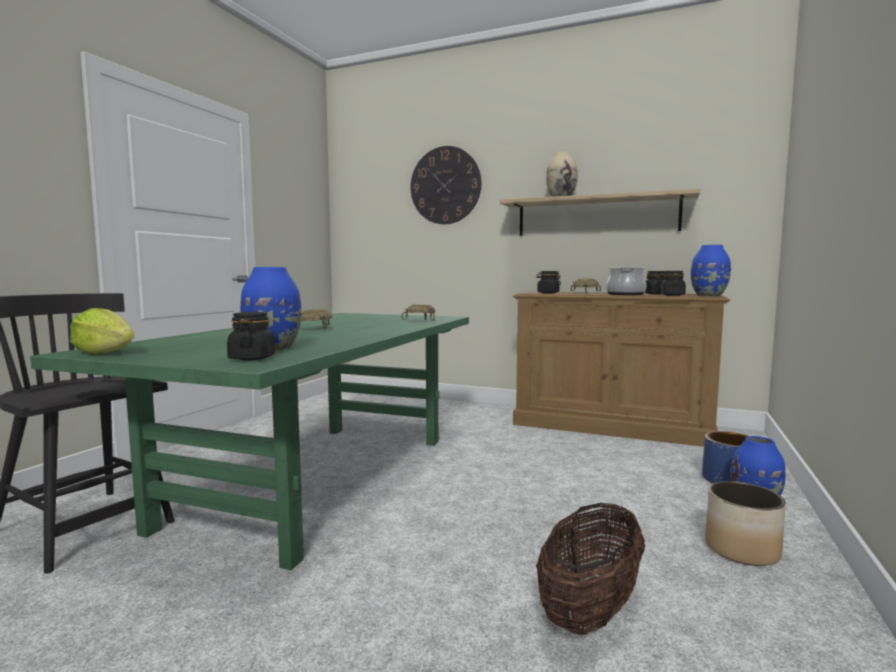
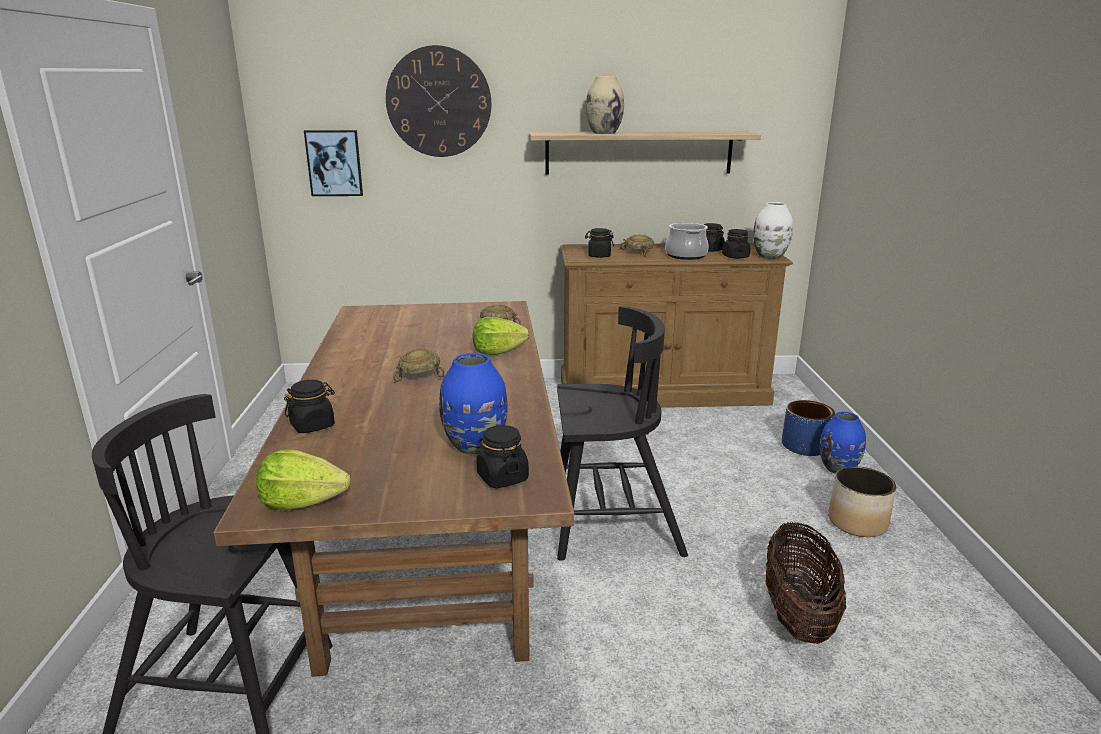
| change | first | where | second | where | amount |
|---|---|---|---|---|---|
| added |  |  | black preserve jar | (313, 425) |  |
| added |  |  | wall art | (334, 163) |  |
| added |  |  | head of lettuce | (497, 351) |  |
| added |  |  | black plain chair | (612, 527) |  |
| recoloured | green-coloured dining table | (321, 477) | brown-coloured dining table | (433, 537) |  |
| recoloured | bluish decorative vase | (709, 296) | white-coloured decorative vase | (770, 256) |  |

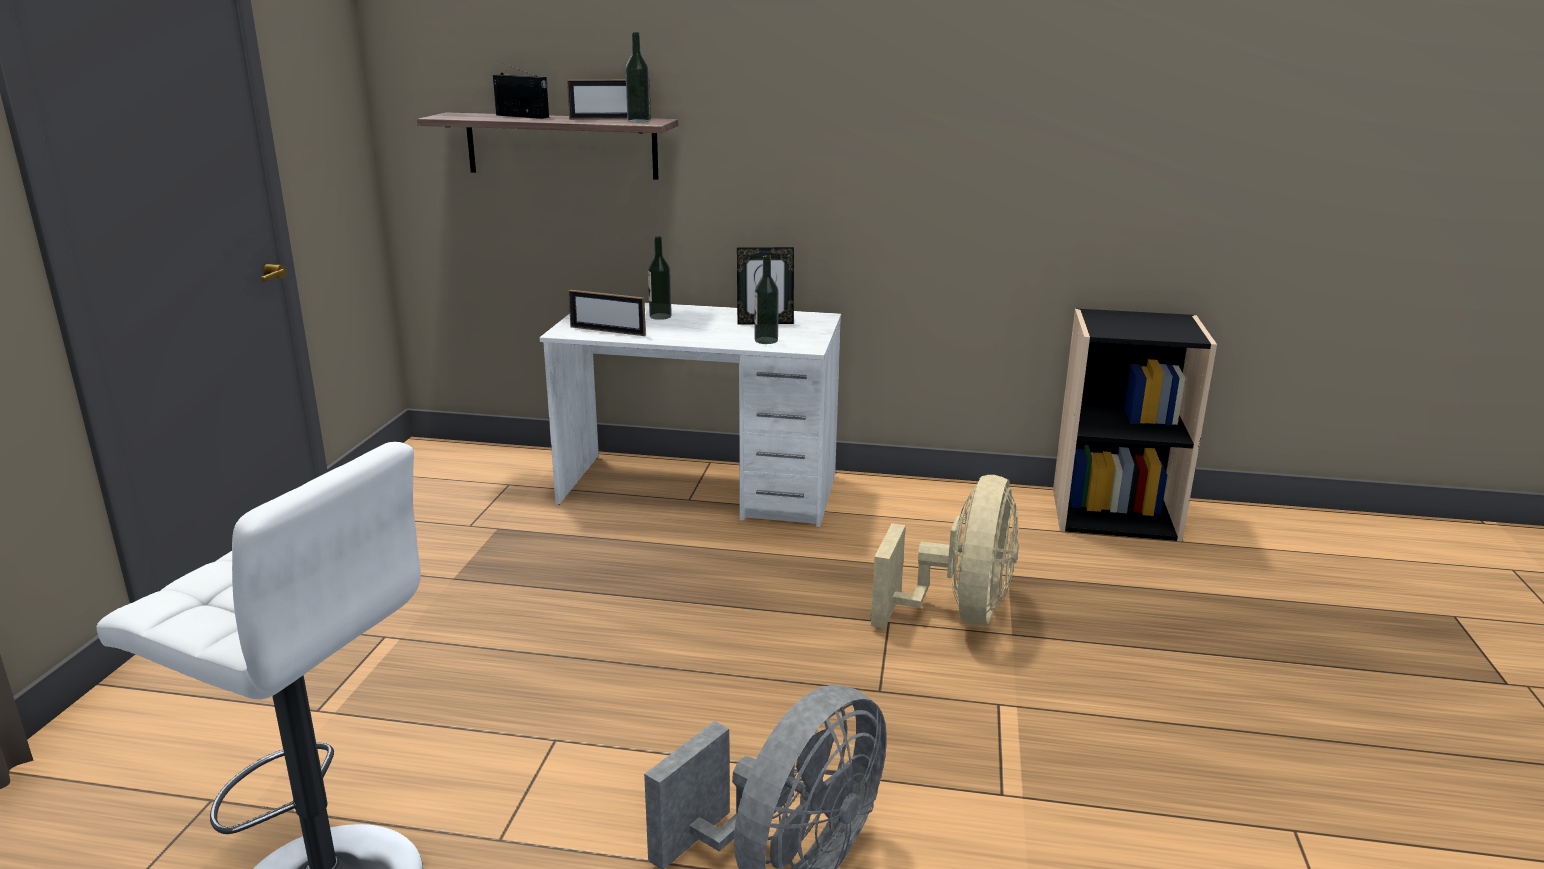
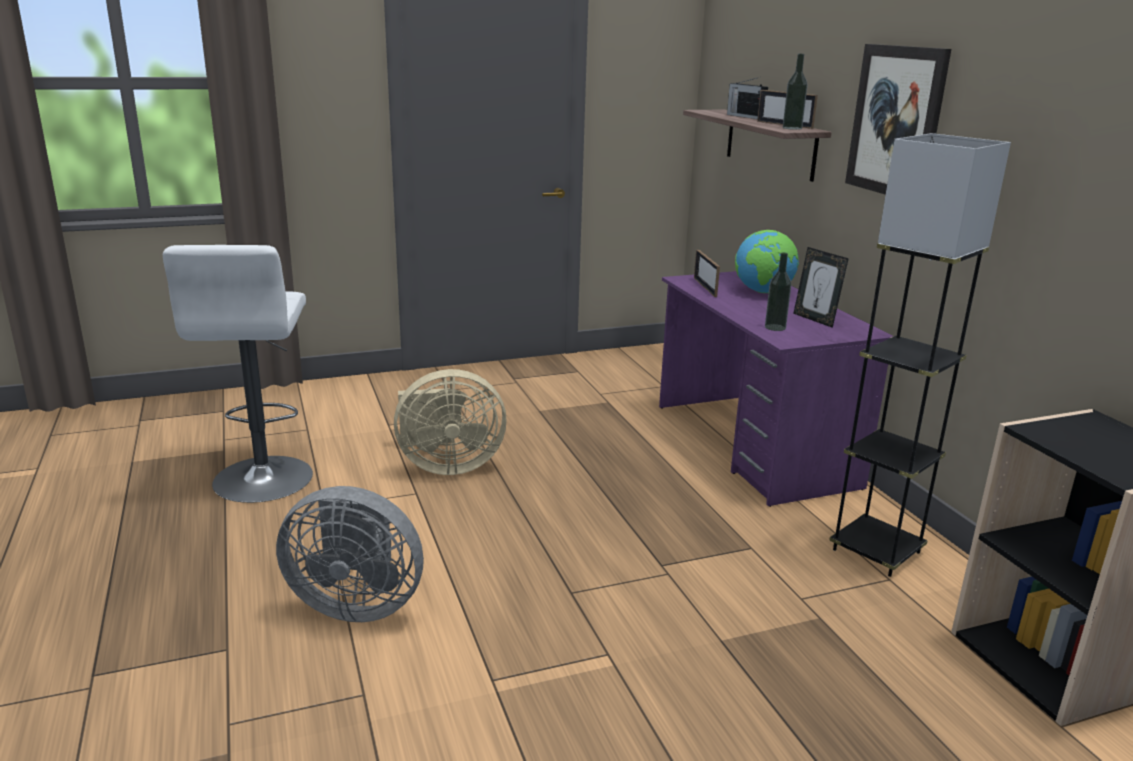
| change | first | where | second | where | amount |
|---|---|---|---|---|---|
| added |  |  | gray standing lamp | (876, 551) |  |
| added |  |  | wall art | (896, 121) |  |
| moved | beige cooling fan | (958, 613) |  | (446, 465) |  |
| replaced | bottle | (660, 316) | globe | (763, 292) |  |
| recoloured | white-coloured desk unit | (700, 490) | purplish desk unit | (753, 445) |  |
| turned | radio set | (523, 116) |  | (745, 116) | 150 degrees clockwise |

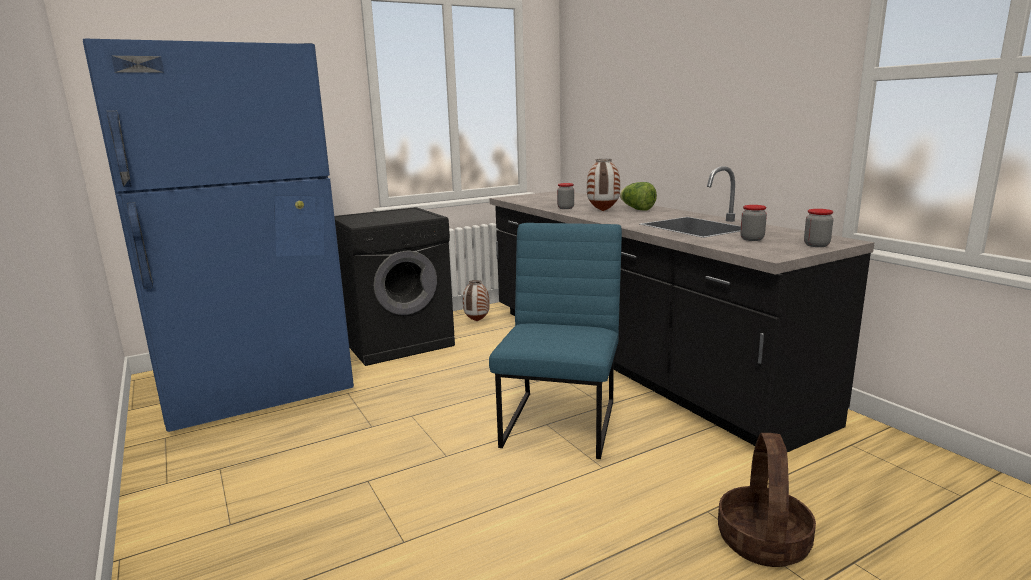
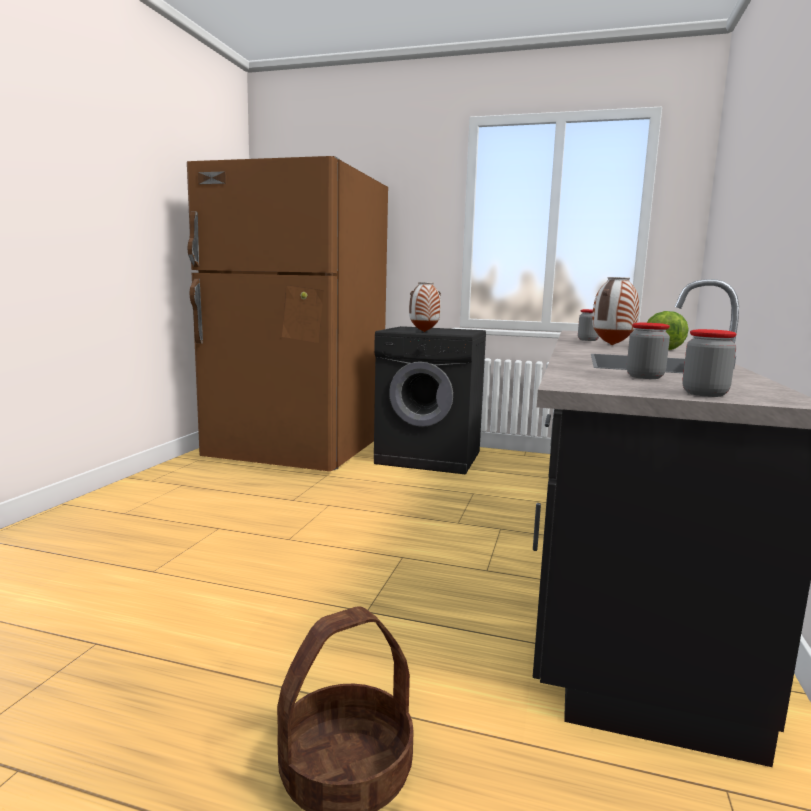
| change | first | where | second | where | amount |
|---|---|---|---|---|---|
| removed | bluish plain chair | (561, 421) |  |  |  |
| moved | decorative vase | (477, 321) |  | (423, 332) |  |
| recoloured | bluish kitchen fridge | (256, 380) | brown-coloured kitchen fridge | (299, 449) |  |

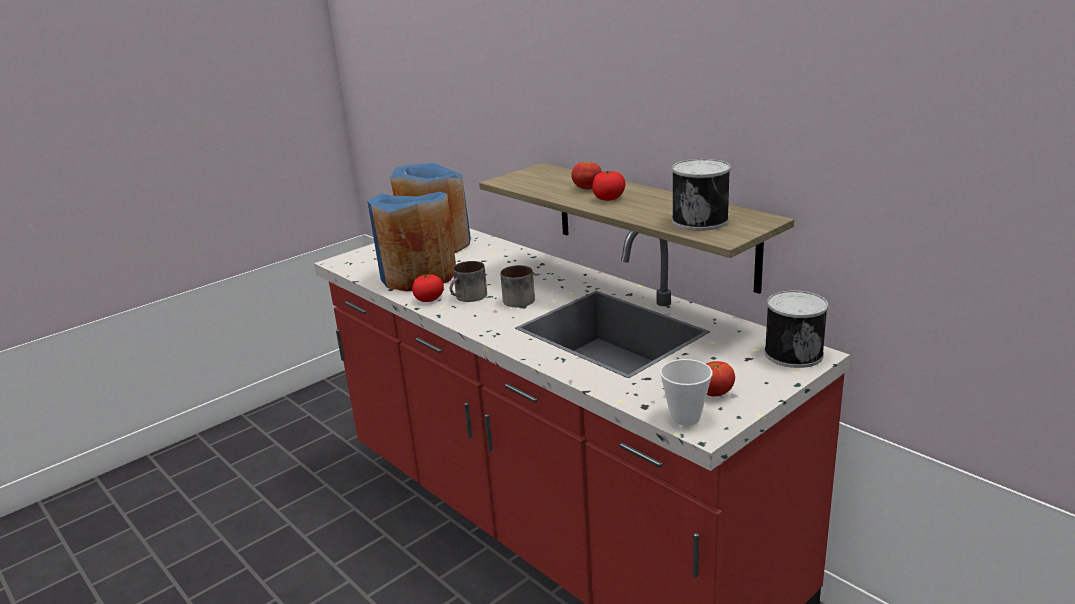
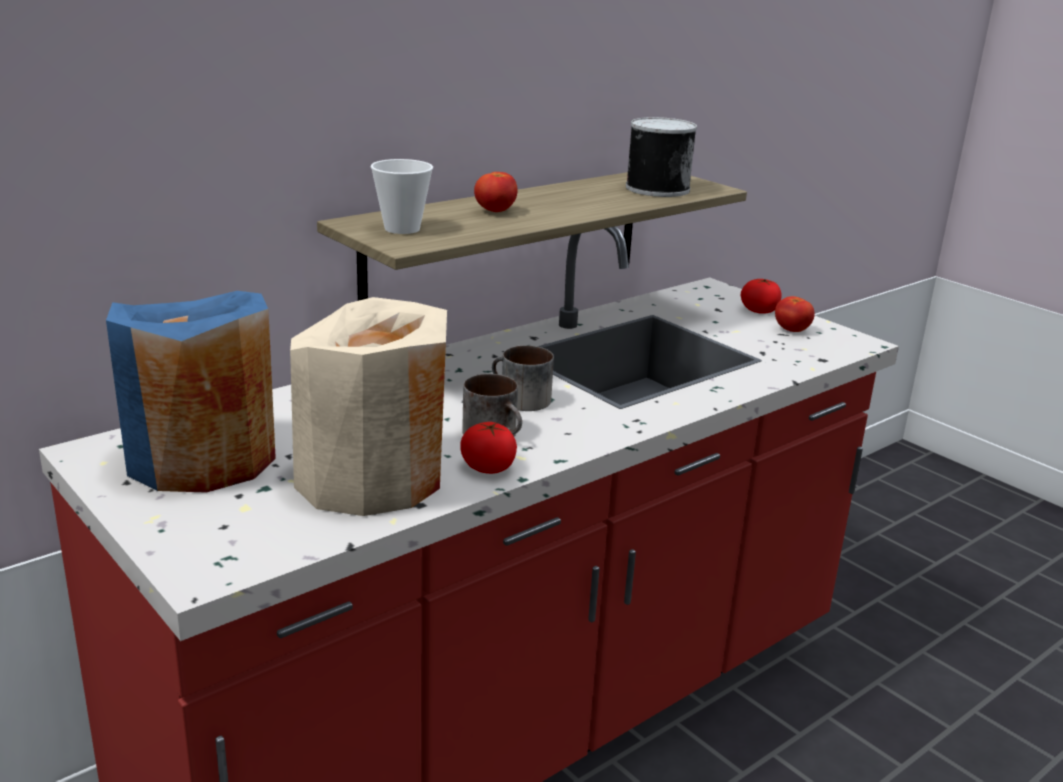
| change | first | where | second | where | amount |
|---|---|---|---|---|---|
| removed | metal can | (793, 353) |  |  |  |
| moved | tomato | (608, 198) |  | (759, 311) |  |
| moved | drinking cup | (685, 417) |  | (402, 229) |  |
| recoloured | bluish decorative vase | (418, 276) | beige decorative vase | (372, 477) |  |

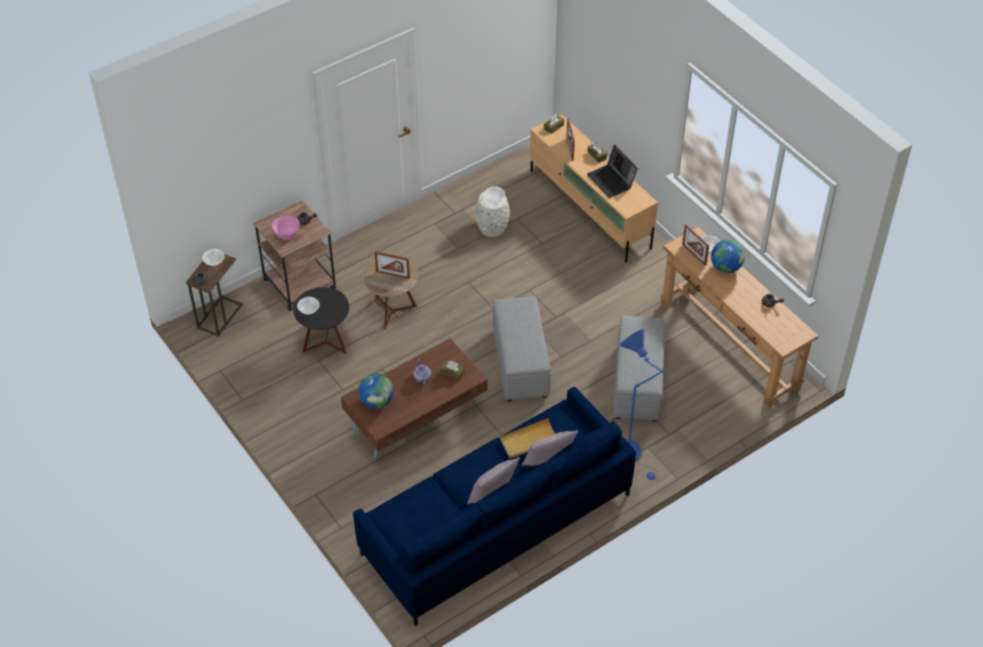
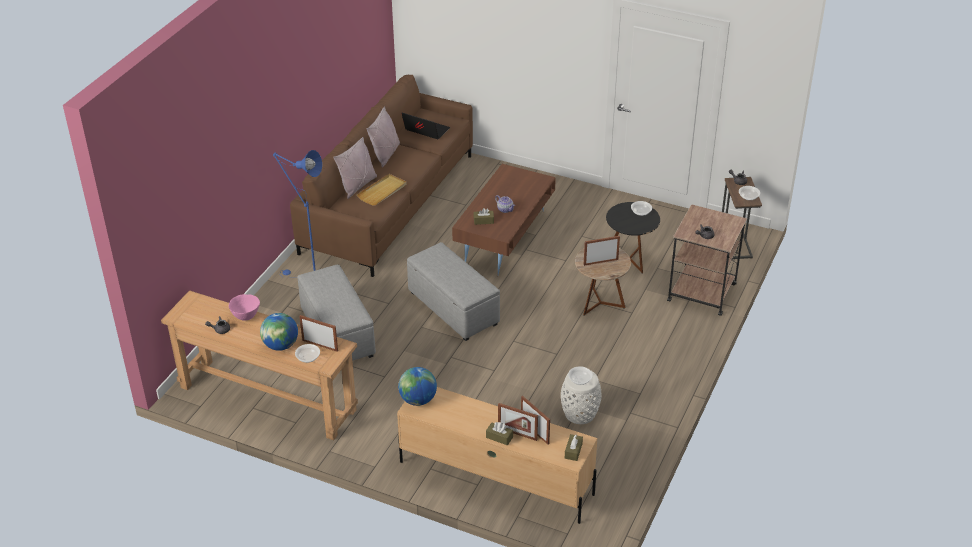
| change | first | where | second | where | amount |
|---|---|---|---|---|---|
| added |  |  | standing frame | (517, 434) |  |
| moved | pinkish deep dish | (287, 236) |  | (245, 316) |  |
| moved | globe | (377, 401) |  | (418, 400) |  |
| moved | laptop | (611, 181) |  | (425, 131) |  |
| recoloured | bluish couch | (495, 523) | brown-coloured couch | (389, 203) |  |

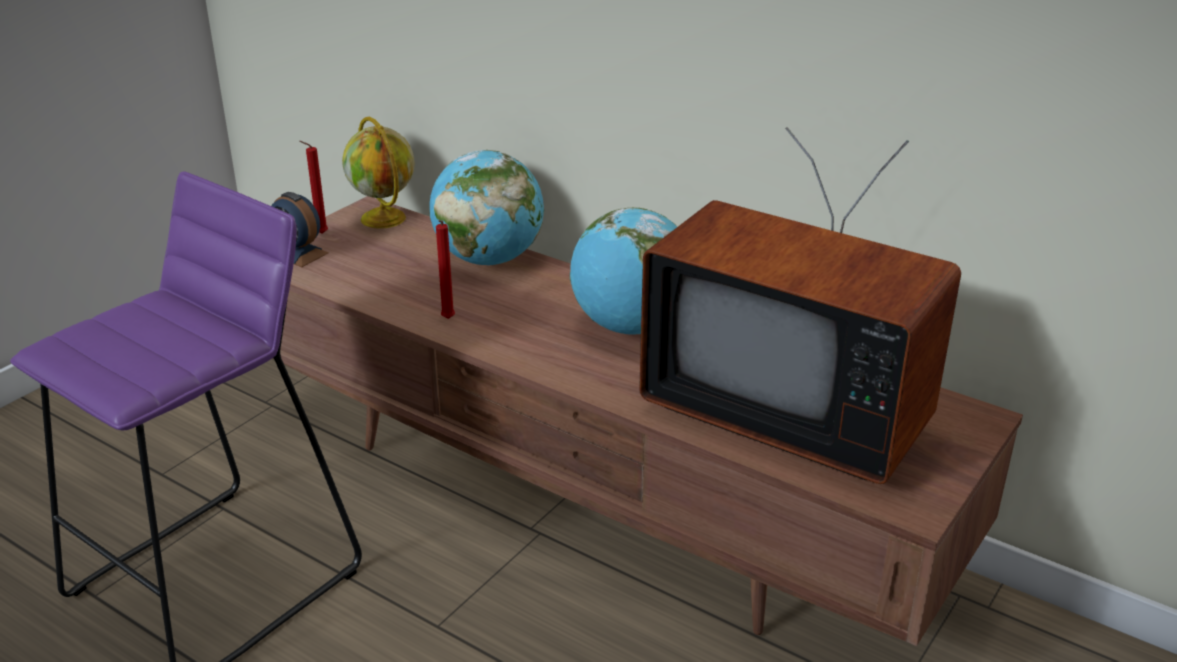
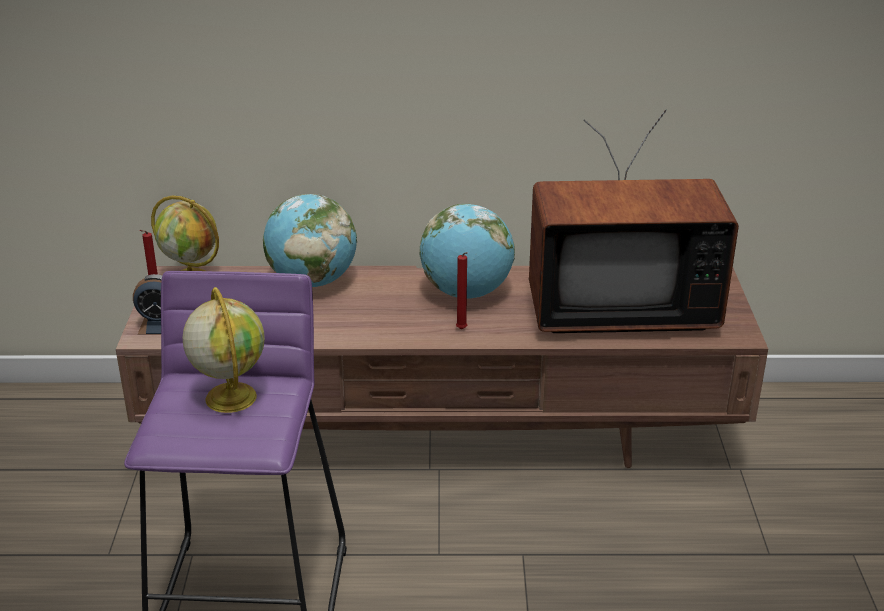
| change | first | where | second | where | amount |
|---|---|---|---|---|---|
| added |  |  | globe | (230, 397) |  |
| moved | reddish candle | (447, 320) |  | (462, 330) |  |

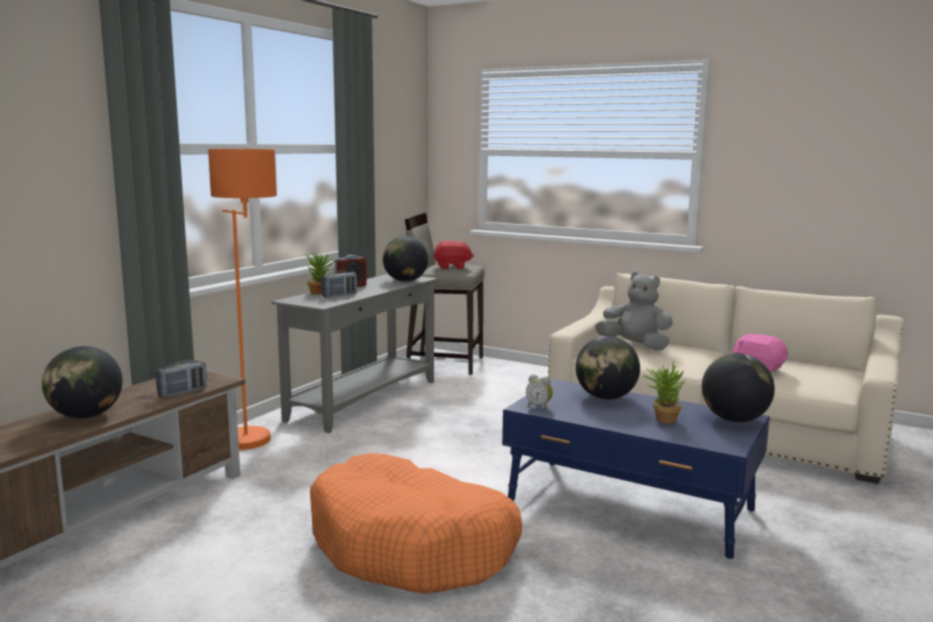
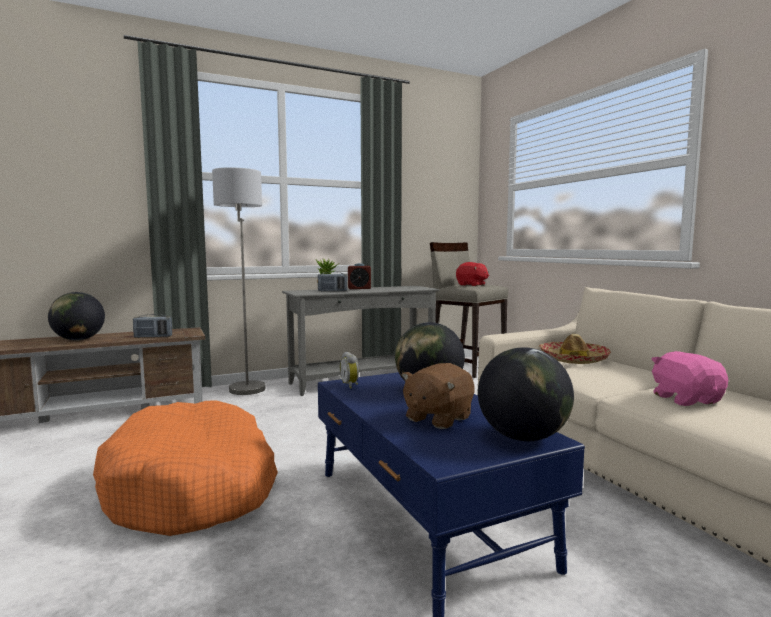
| change | first | where | second | where | amount |
|---|---|---|---|---|---|
| removed | globe | (405, 281) |  |  |  |
| replaced | gray soft toy | (635, 346) | hat | (573, 359) |  |
| replaced | potted plant | (662, 419) | brown-coloured soft toy | (437, 418) |  |
| recoloured | orange standing lamp | (253, 444) | gray standing lamp | (246, 393) |  |

